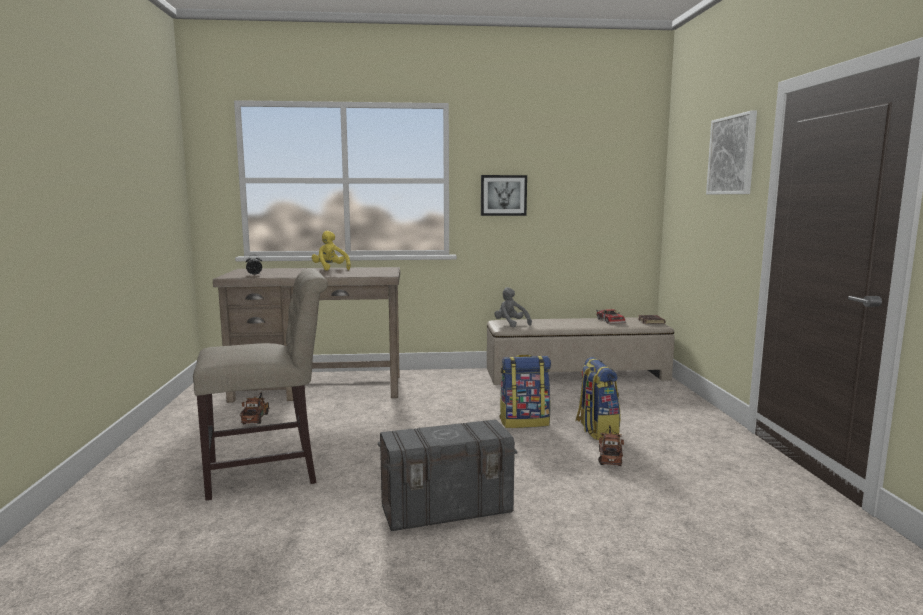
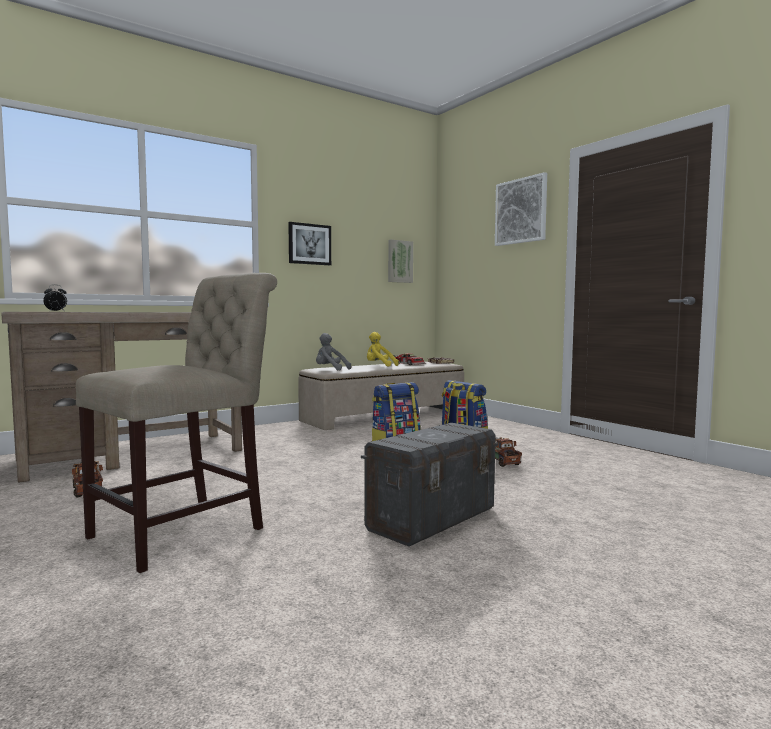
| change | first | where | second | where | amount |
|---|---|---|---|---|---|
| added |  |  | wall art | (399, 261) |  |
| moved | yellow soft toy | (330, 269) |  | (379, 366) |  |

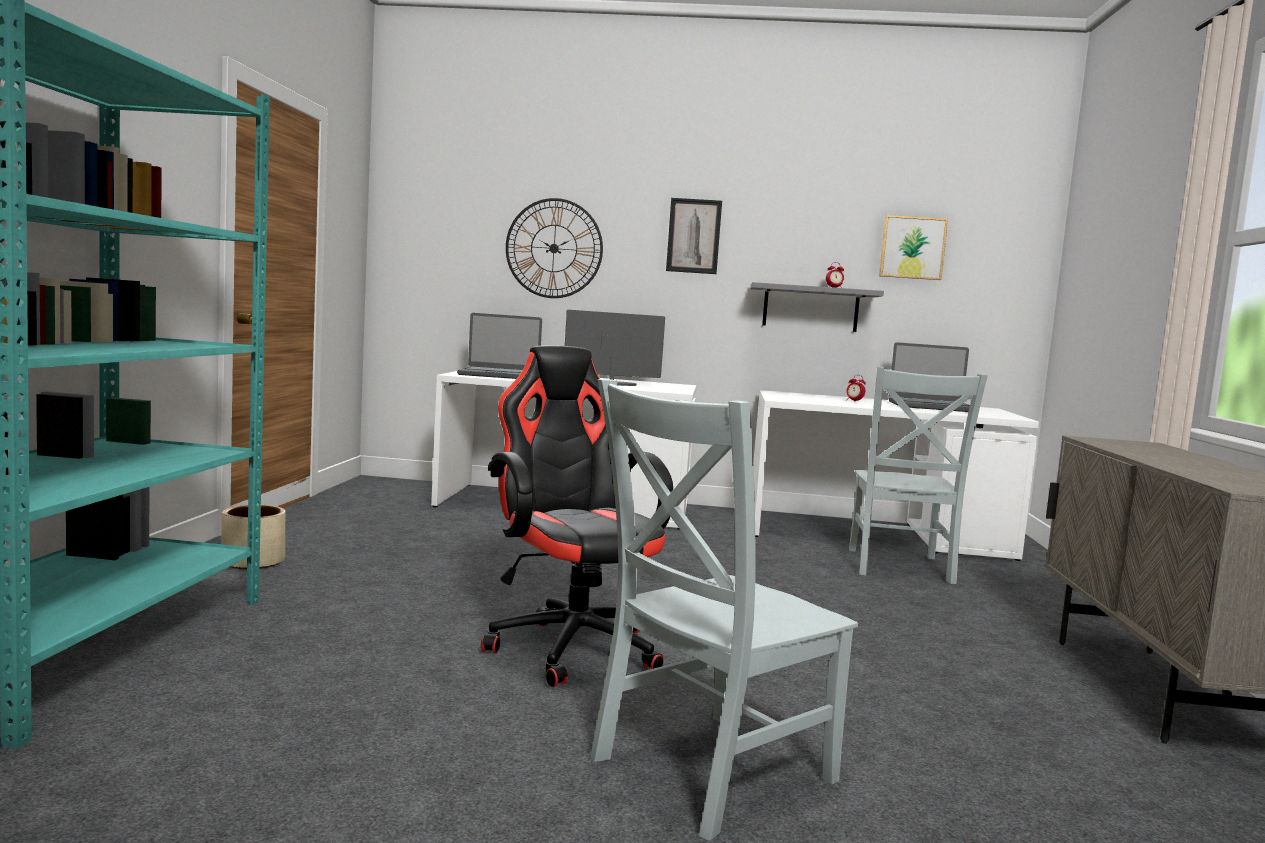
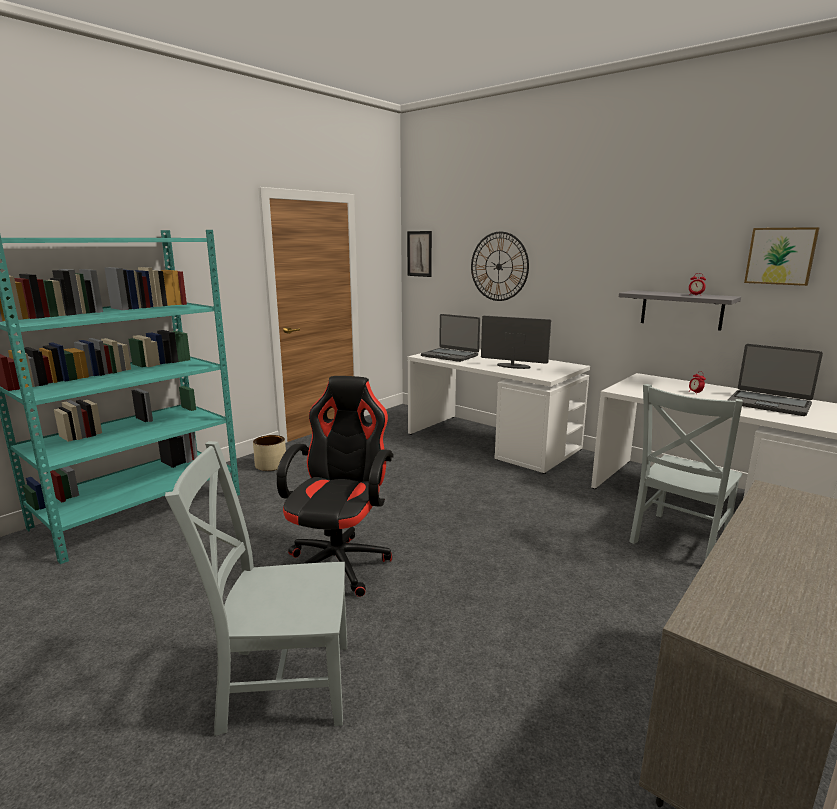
| change | first | where | second | where | amount |
|---|---|---|---|---|---|
| moved | wall art | (693, 236) |  | (419, 253) |  |

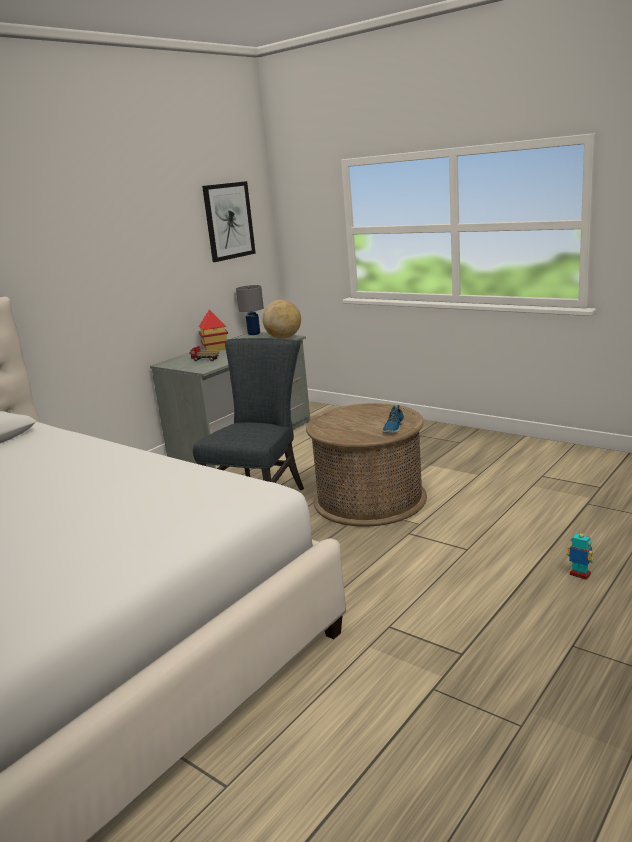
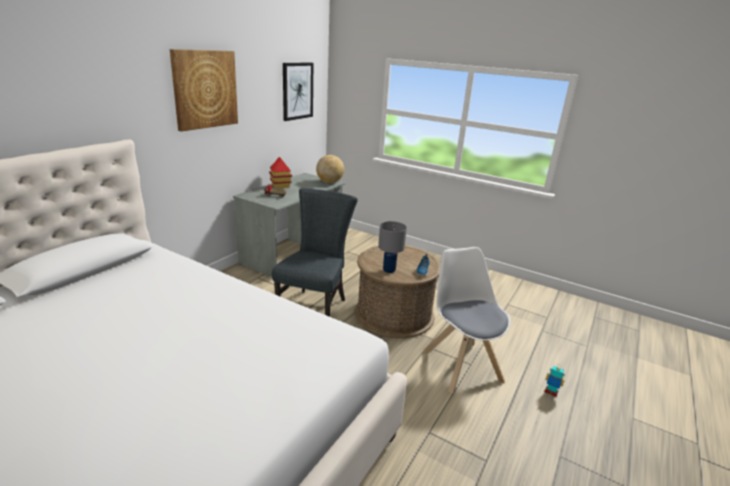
| change | first | where | second | where | amount |
|---|---|---|---|---|---|
| added |  |  | wall art | (205, 89) |  |
| added |  |  | plain chair | (461, 364) |  |
| moved | gray table lamp | (253, 334) |  | (388, 270) |  |

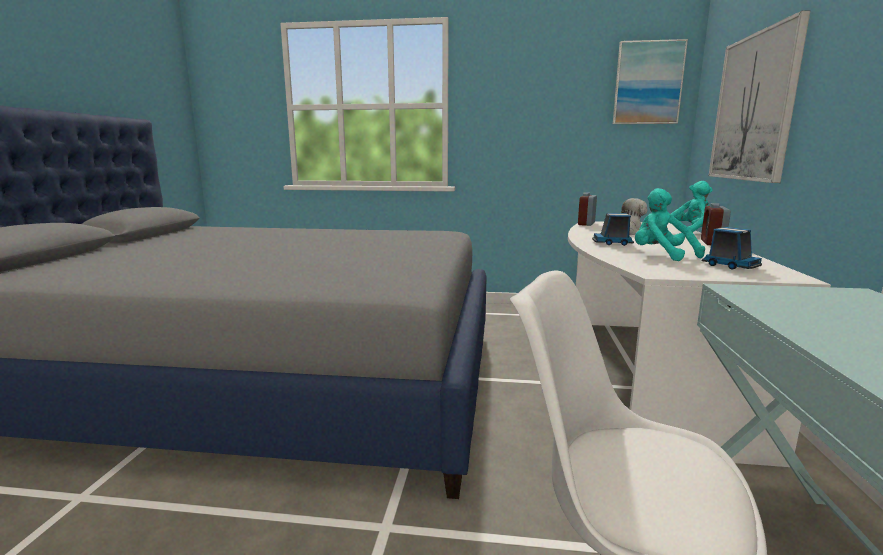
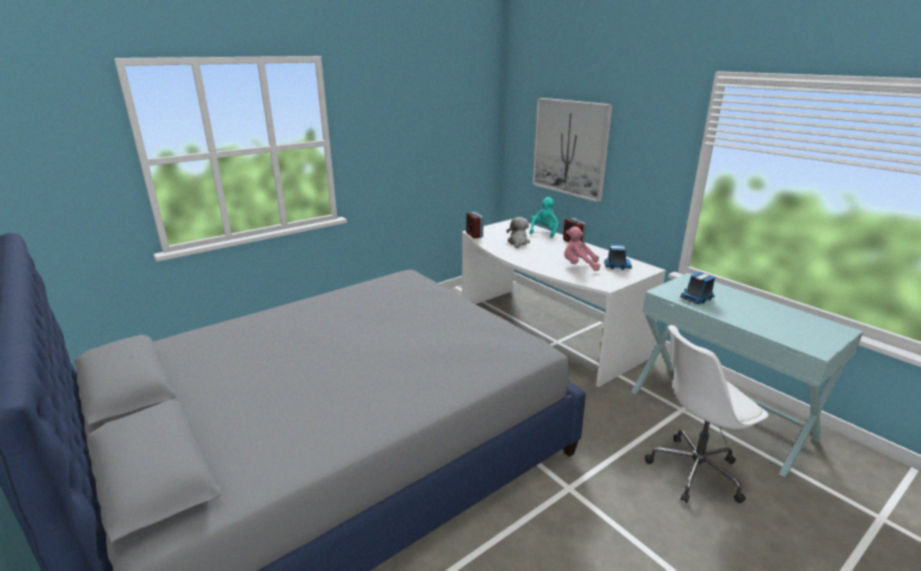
| change | first | where | second | where | amount |
|---|---|---|---|---|---|
| removed | wall art | (648, 83) |  |  |  |
| moved | toy lorry | (613, 243) |  | (697, 298) |  |
| recoloured | blue-green soft toy | (661, 255) | pinkish soft toy | (578, 266) |  |

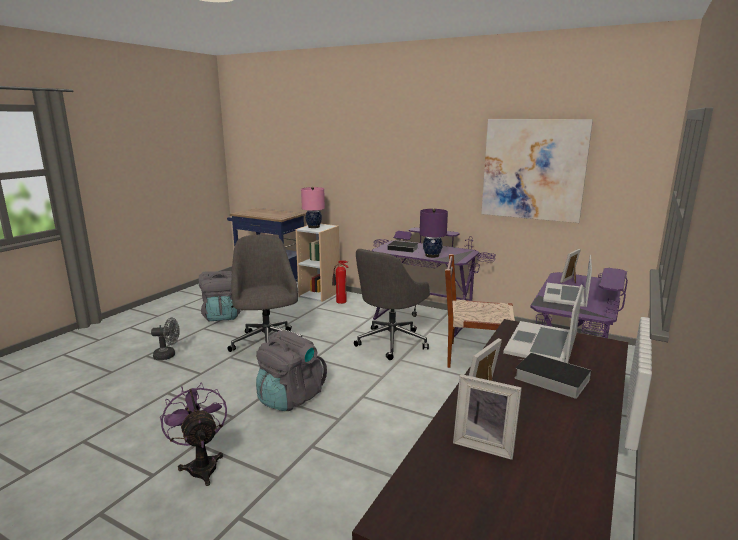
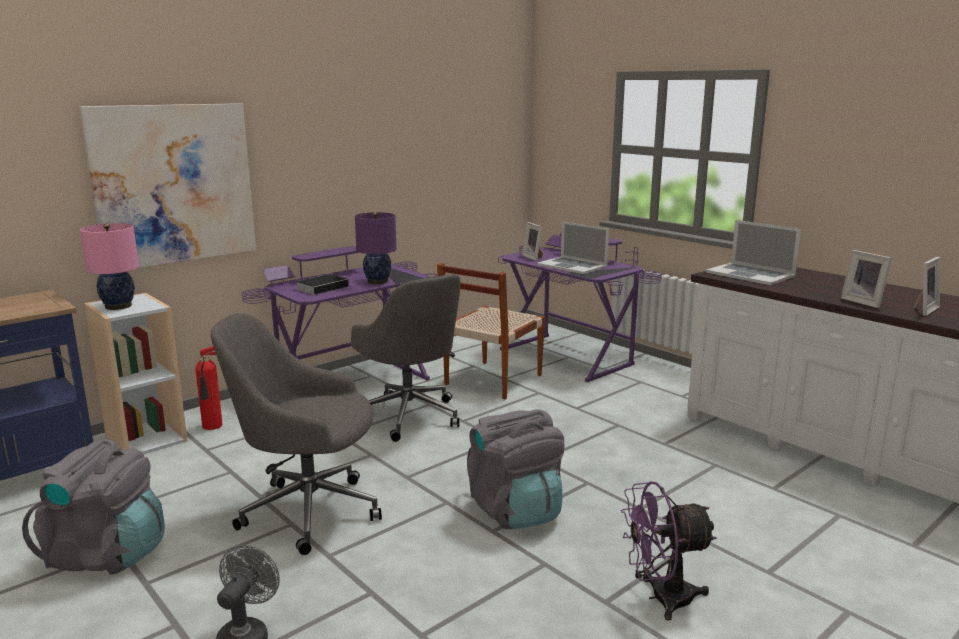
| change | first | where | second | where | amount |
|---|---|---|---|---|---|
| removed | book | (549, 378) |  |  |  |
| moved | wall art | (533, 169) |  | (174, 184) |  |

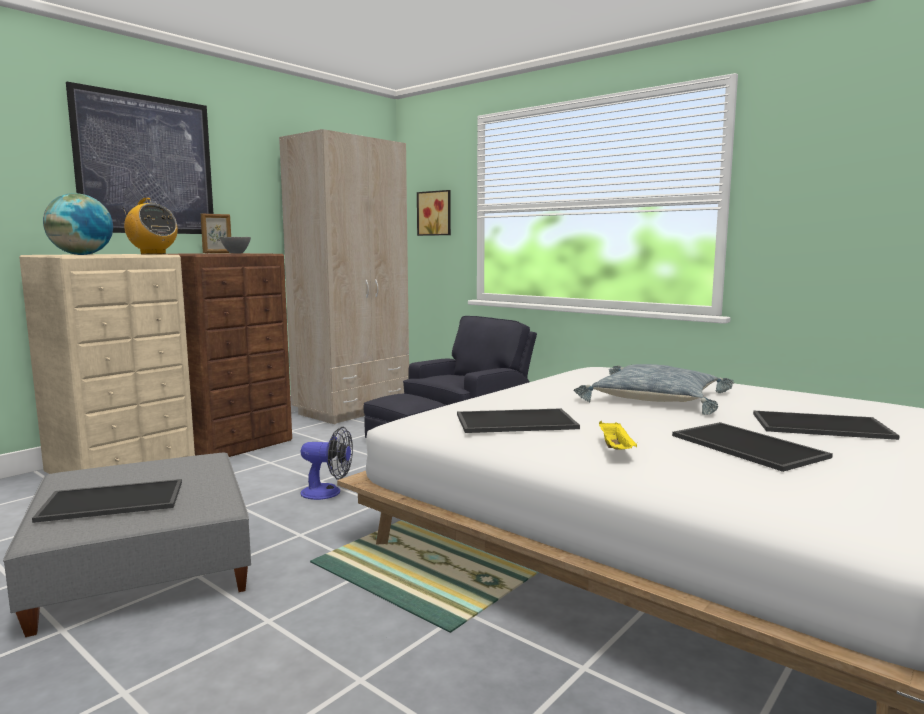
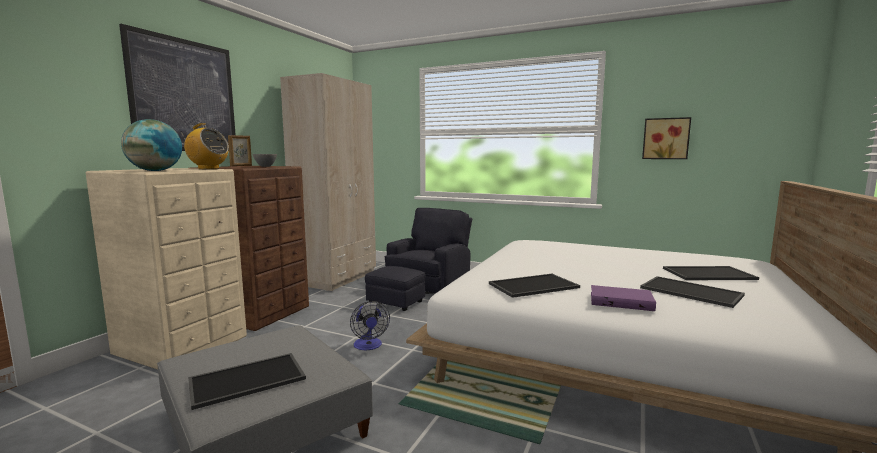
| change | first | where | second | where | amount |
|---|---|---|---|---|---|
| removed | cushion | (655, 396) |  |  |  |
| moved | wall art | (435, 213) |  | (665, 138) |  |
| replaced | yellow carrying tray | (616, 449) | purplish book | (621, 301) |  |
| turned | cooling fan | (328, 493) |  | (368, 346) | 75 degrees clockwise |

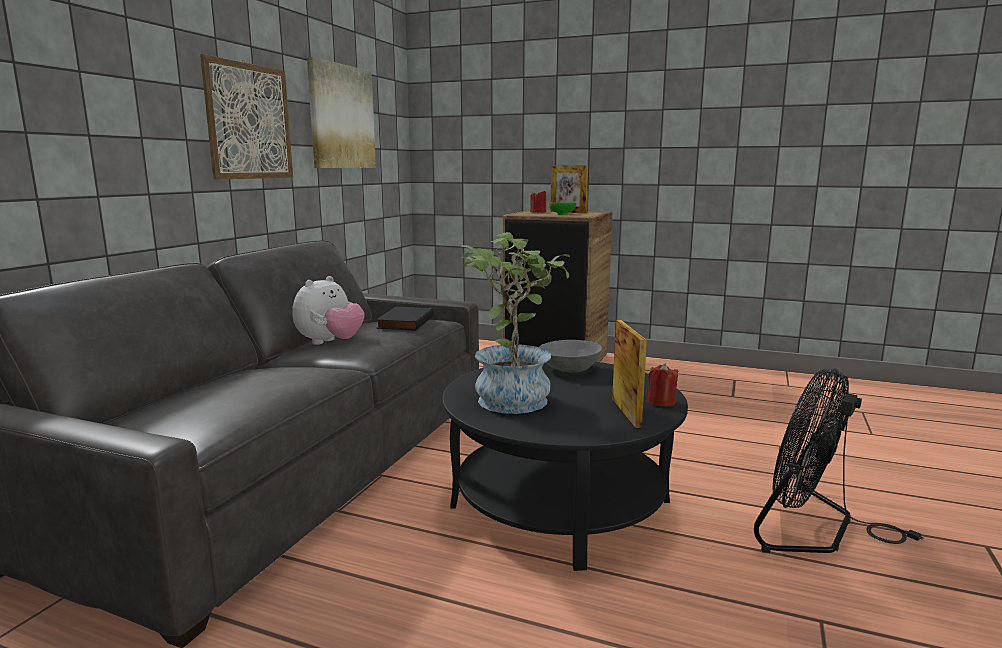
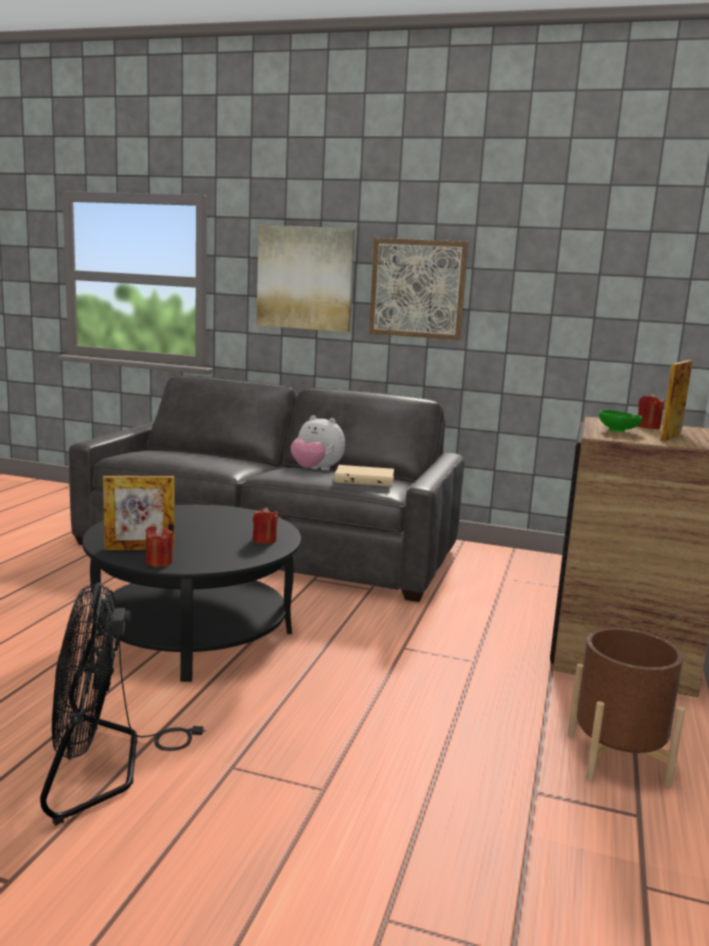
| change | first | where | second | where | amount |
|---|---|---|---|---|---|
| removed | potted plant | (513, 396) |  |  |  |
| added |  |  | brown-coloured flower pot | (617, 758) |  |
| moved | wall art | (341, 117) |  | (305, 278) |  |
| replaced | gray deep dish | (570, 369) | reddish candle | (264, 540) |  |
| recoloured | black book | (404, 322) | beige book | (365, 479) |  |
| turned | black cooling fan | (818, 525) |  | (107, 760) | 135 degrees counterclockwise |

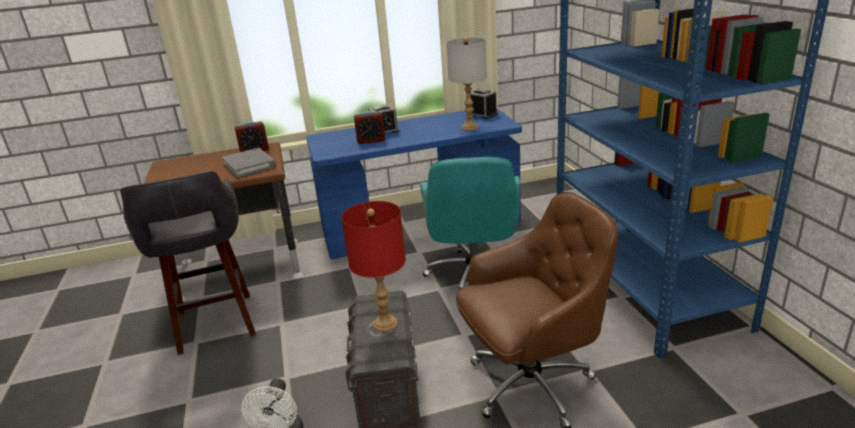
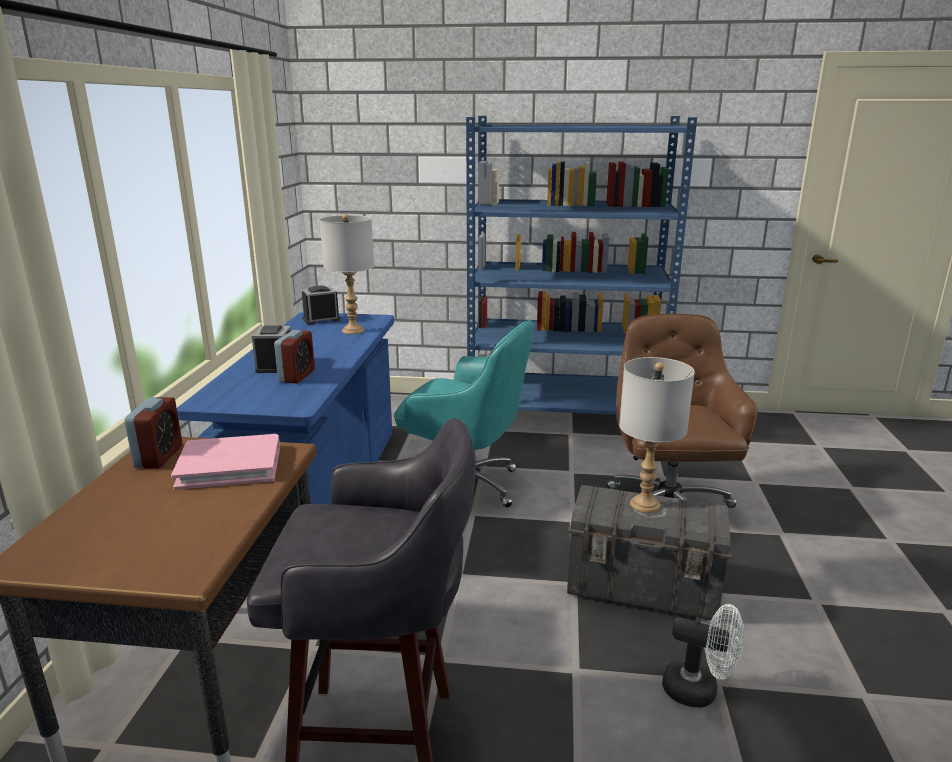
| change | first | where | second | where | amount |
|---|---|---|---|---|---|
| recoloured | gray book | (249, 165) | pinkish book | (230, 466) |  |
| recoloured | reddish table lamp | (385, 324) | gray table lamp | (645, 505) |  |

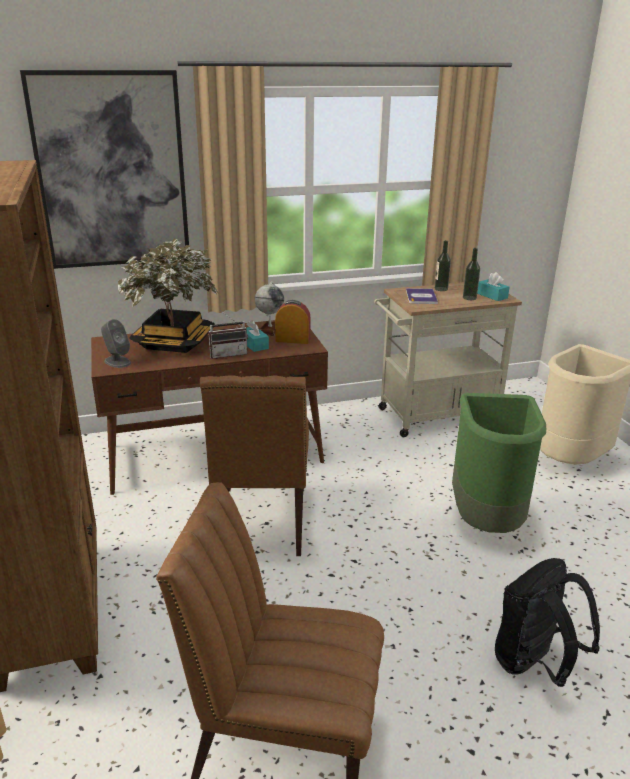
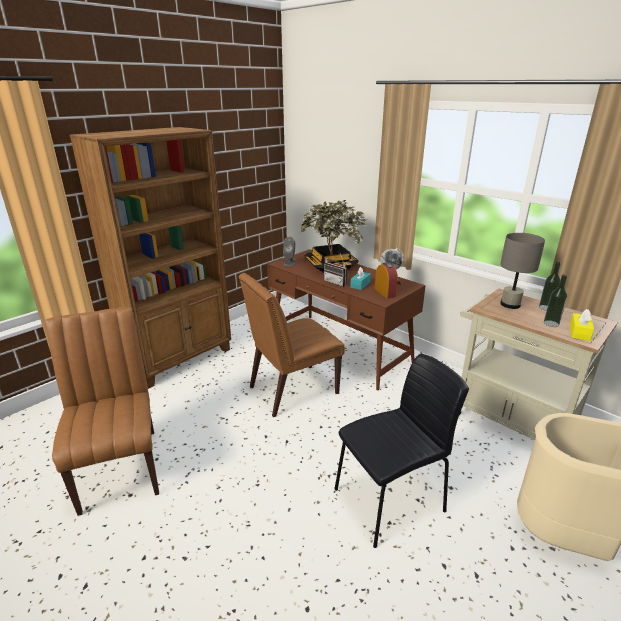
| change | first | where | second | where | amount |
|---|---|---|---|---|---|
| removed | wall art | (112, 171) |  |  |  |
| removed | black backpack | (534, 664) |  |  |  |
| replaced | book | (421, 297) | gray table lamp | (509, 304) |  |
| replaced | green-coloured rubbish bin | (487, 522) | black plain chair | (392, 498) |  |
| recoloured | blue-green tissue box | (492, 296) | yellow tissue box | (579, 332) |  |

